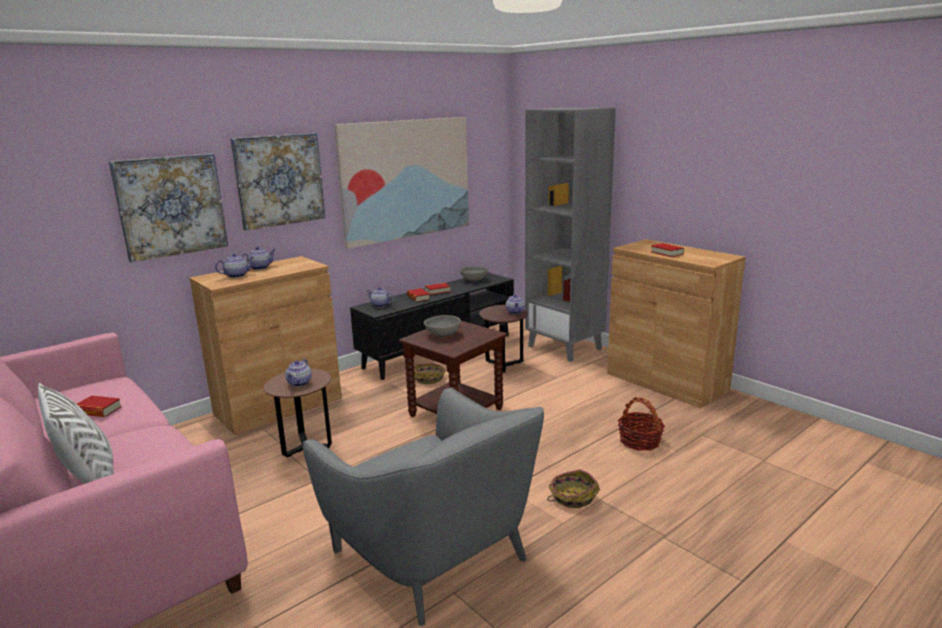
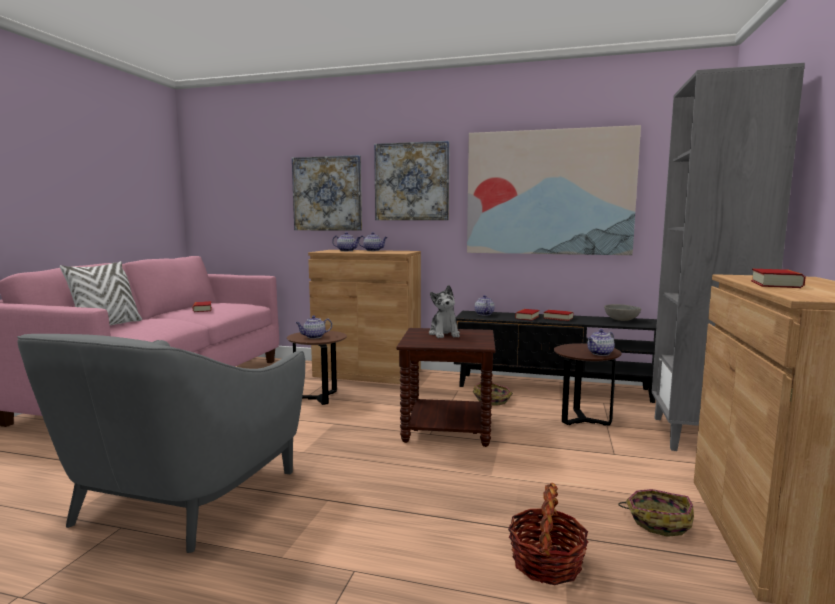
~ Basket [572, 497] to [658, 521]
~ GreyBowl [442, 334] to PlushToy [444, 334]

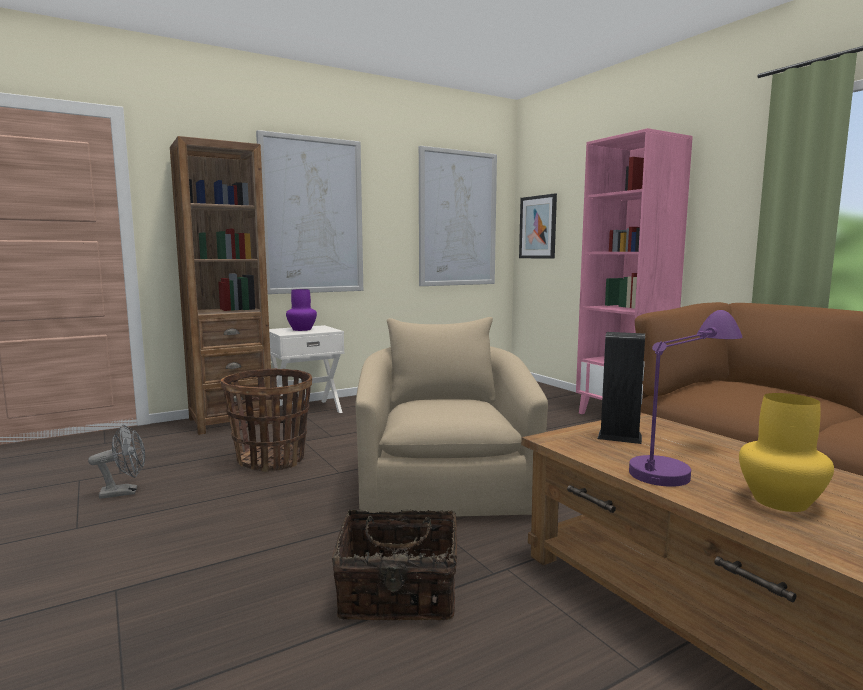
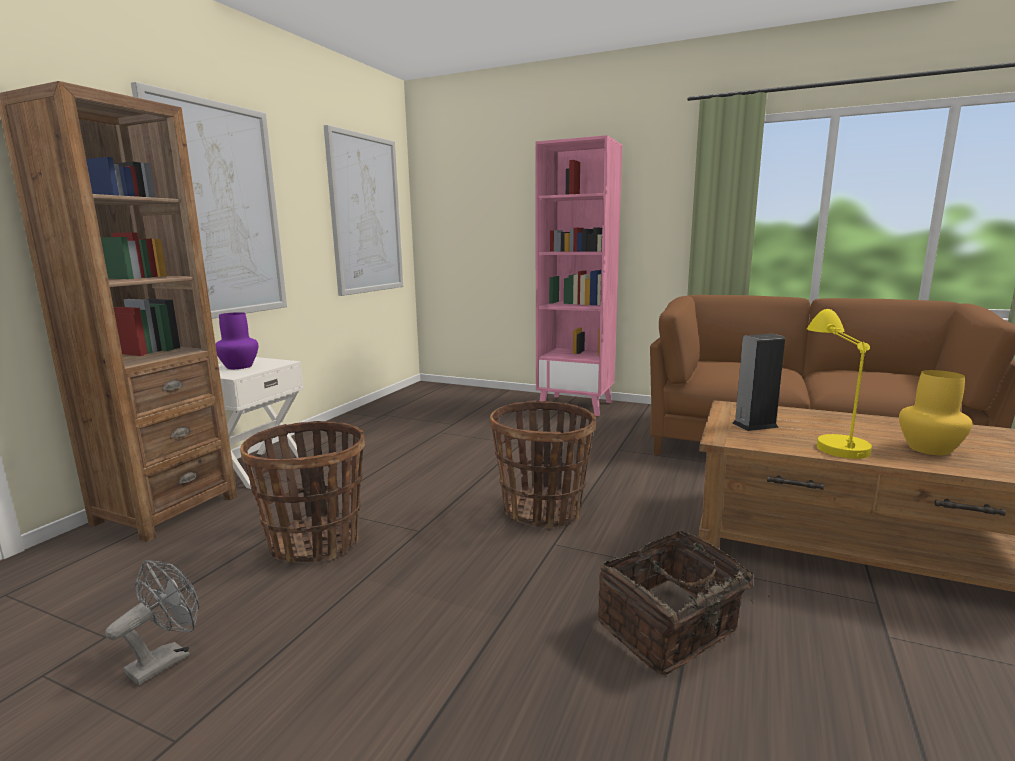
- Picture [538, 227]
~ BeigeArmchair [445, 486] to Basket [542, 510]
~ PurpleTableLamp [682, 462] to YellowTableLamp [829, 435]

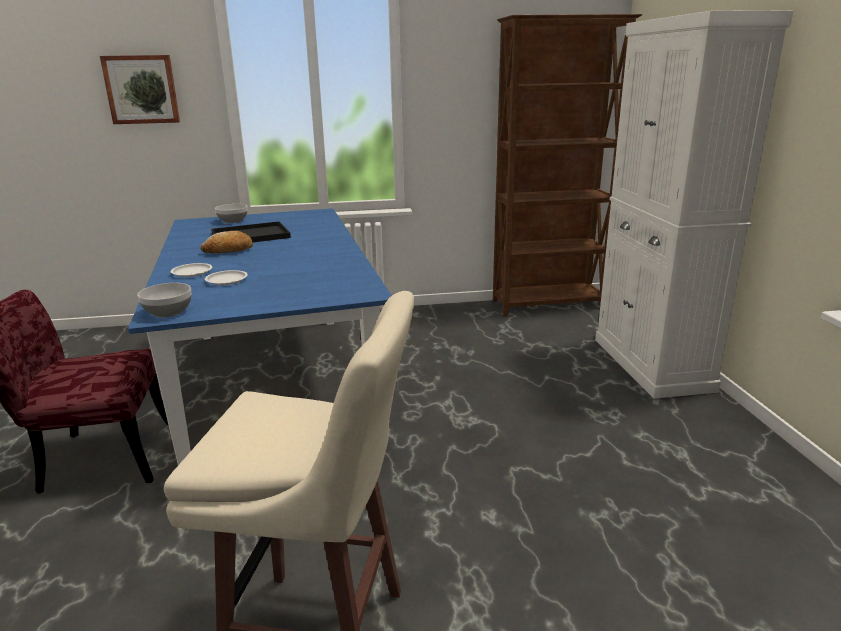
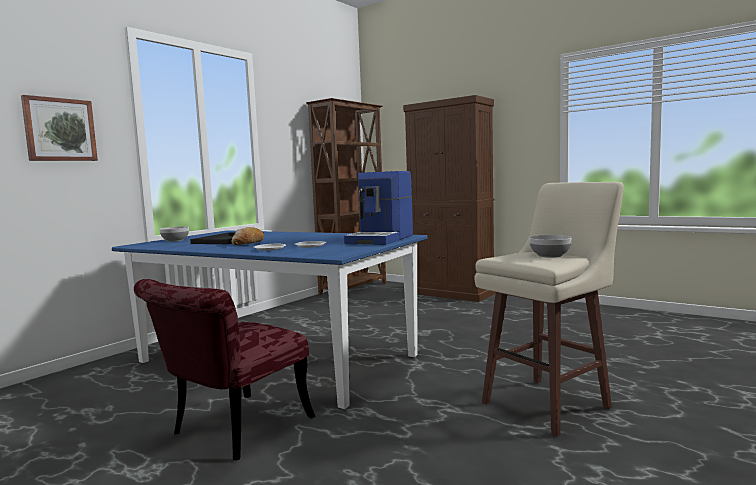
+ CoffeeMachine [381, 239]
~ Bowl [167, 312] to [550, 255]
~ WhiteCabinet [651, 364] to BrownCabinet [452, 293]

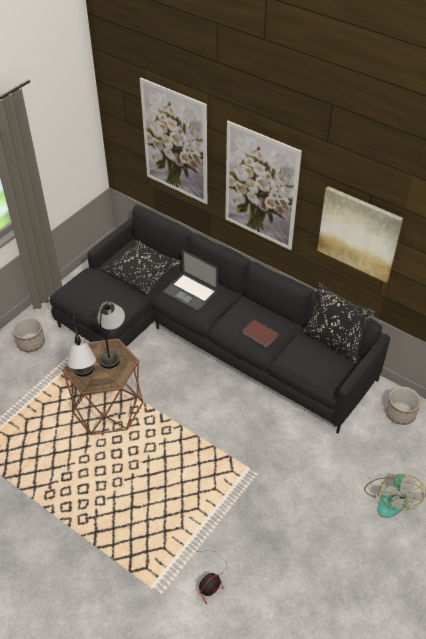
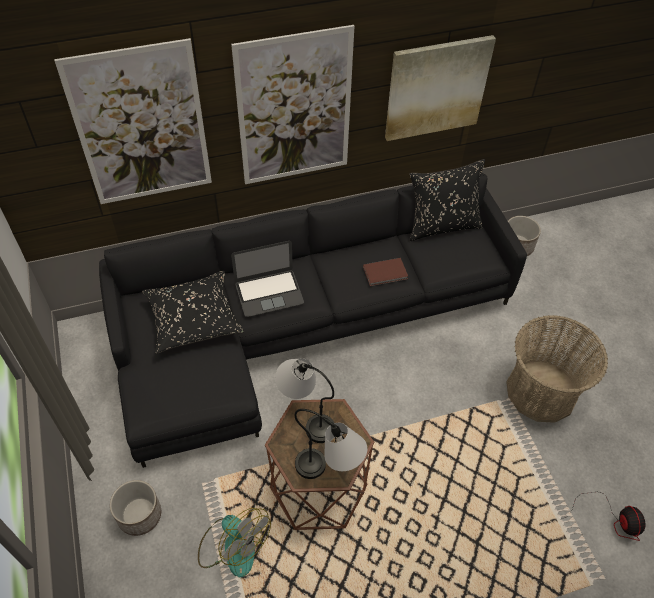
+ Basket [541, 391]
~ Fan [390, 498] to [233, 546]

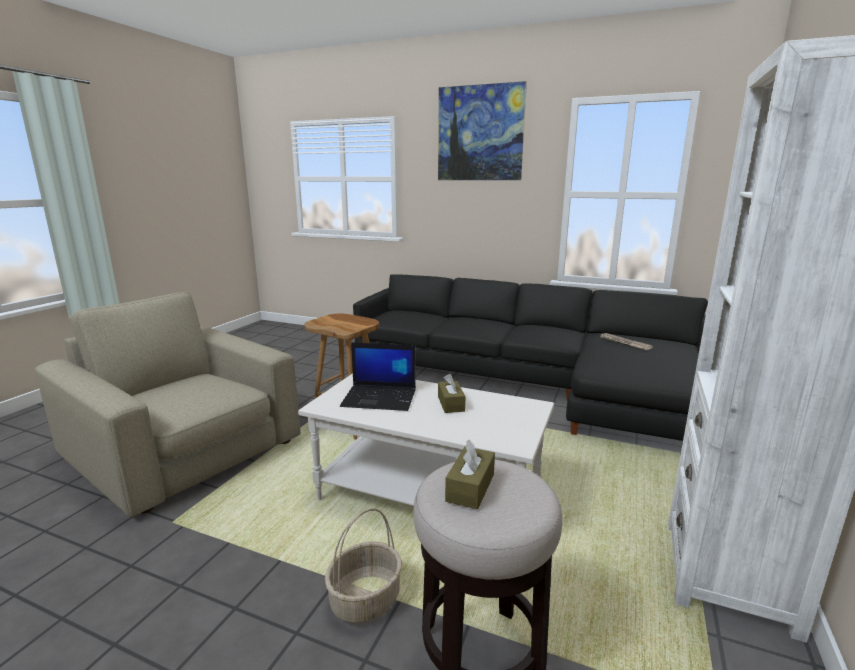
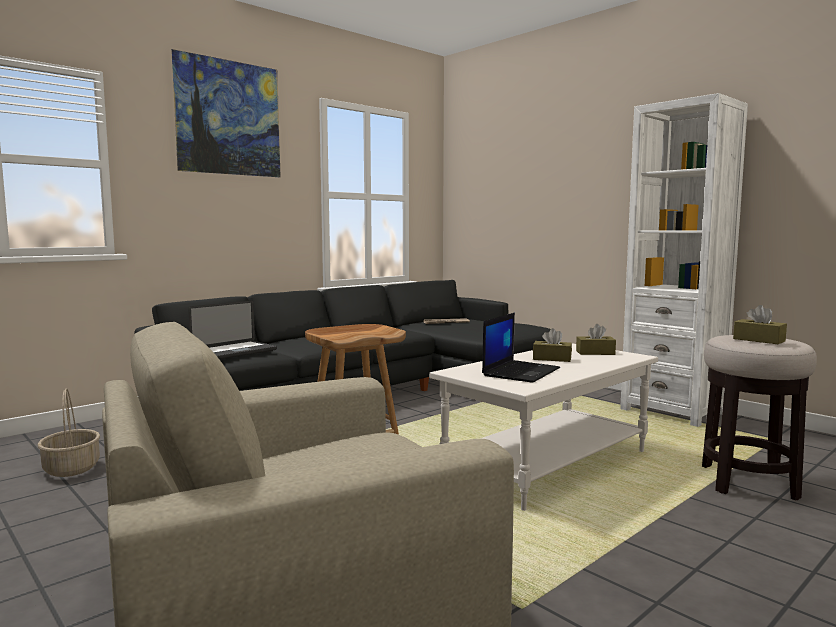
+ Laptop [234, 352]
+ BrownTissueBox [595, 353]
~ Basket [365, 600] to [72, 468]

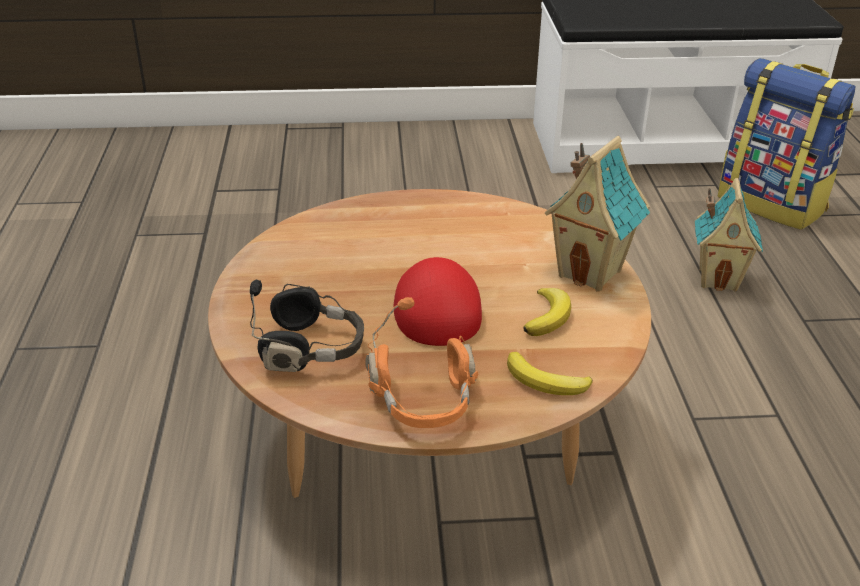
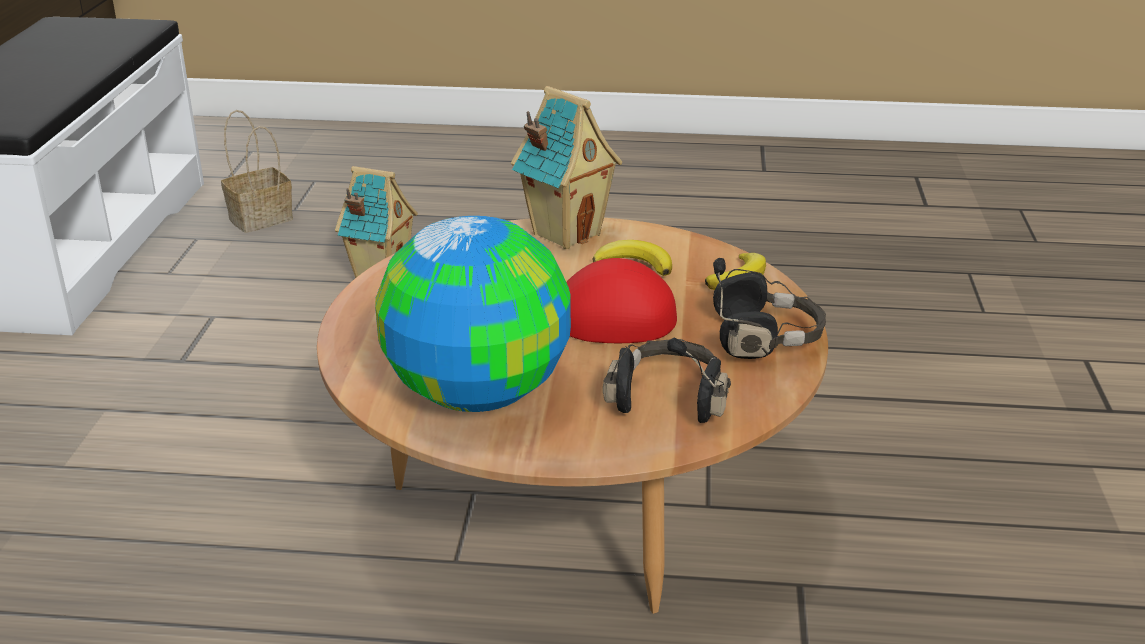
+ Globe [478, 393]
~ Backpack [772, 204] to Basket [262, 218]
~ OrangeHeadphones [424, 401] to BlackHeadphones [765, 339]

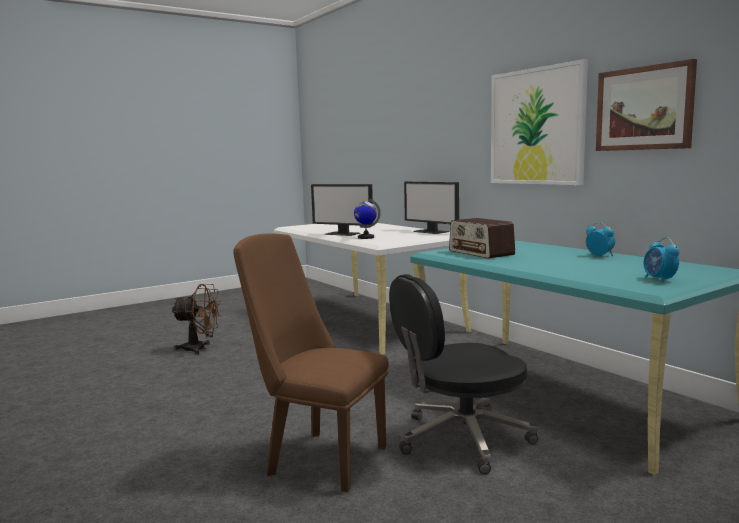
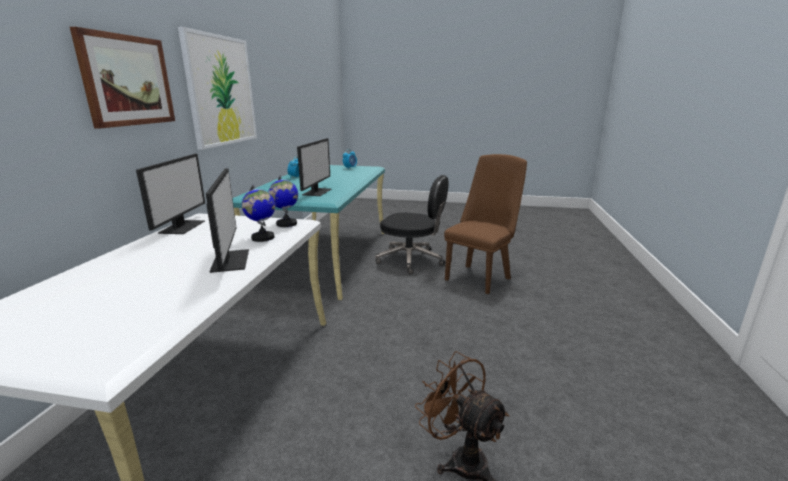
+ Globe [286, 224]
~ Picture [644, 108] to [127, 80]
~ Radio [481, 253] to Monitor [316, 192]
~ BrownChair [318, 458] = [480, 277] 120 degrees counterclockwise

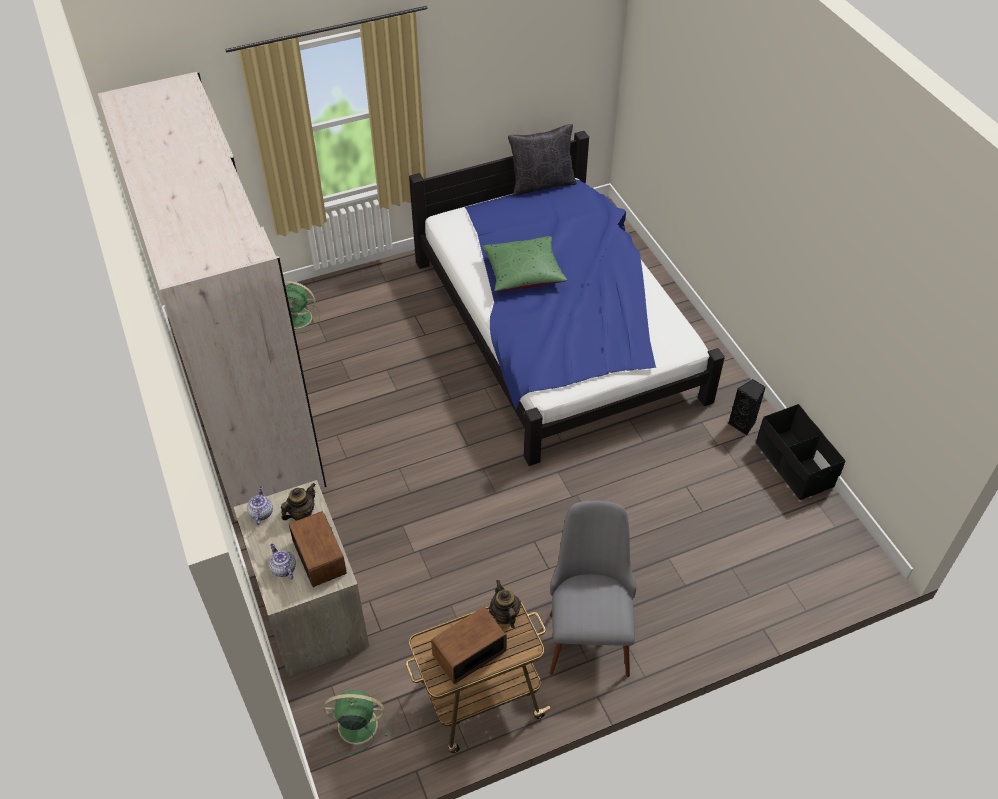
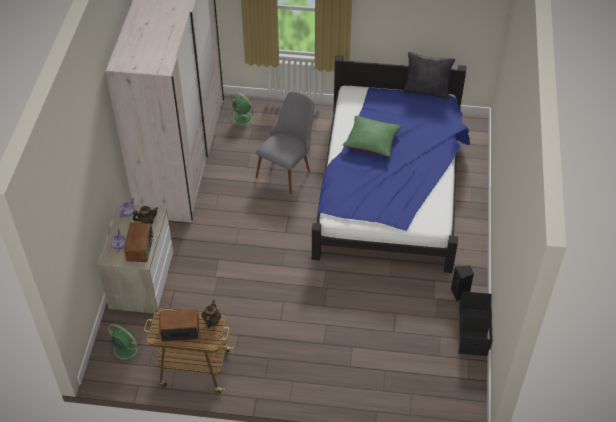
~ GreyChair [588, 629] to [287, 168]

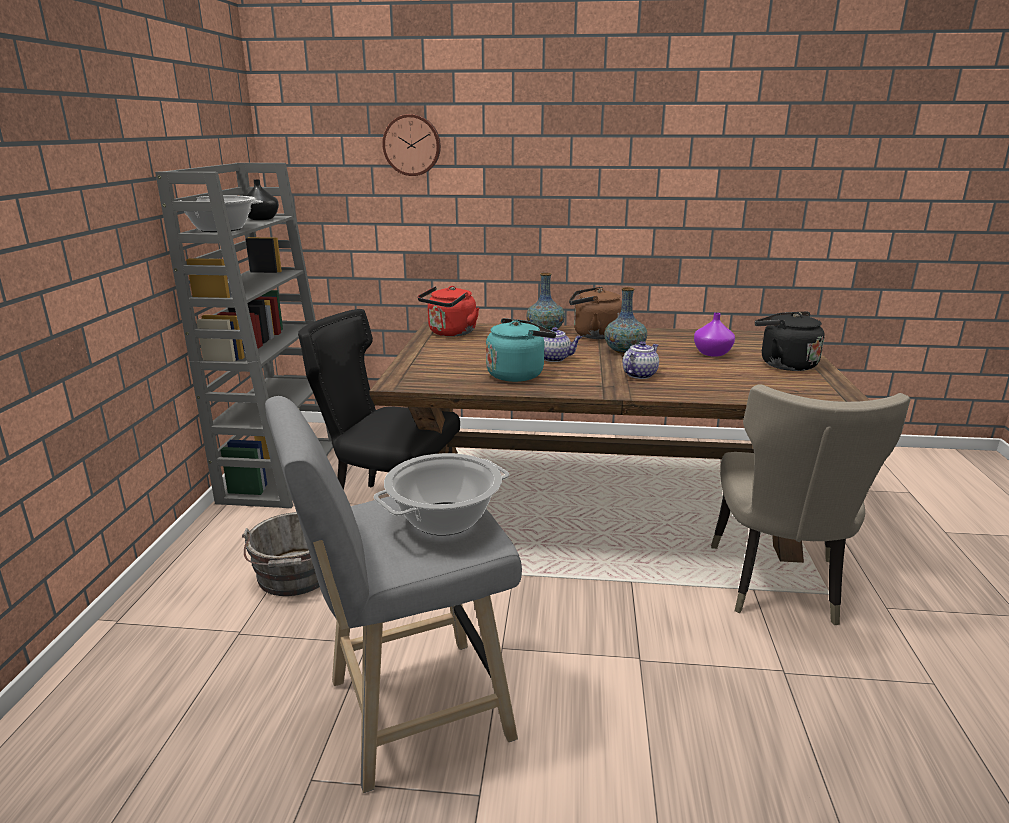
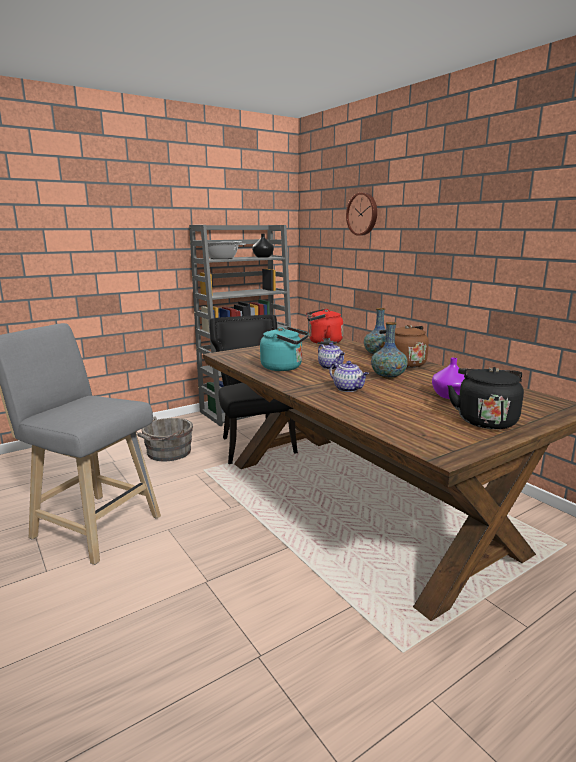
- CookingPot [445, 519]
- BeigeChair [777, 586]
~ Teapot [639, 374] = [348, 389] 45 degrees clockwise

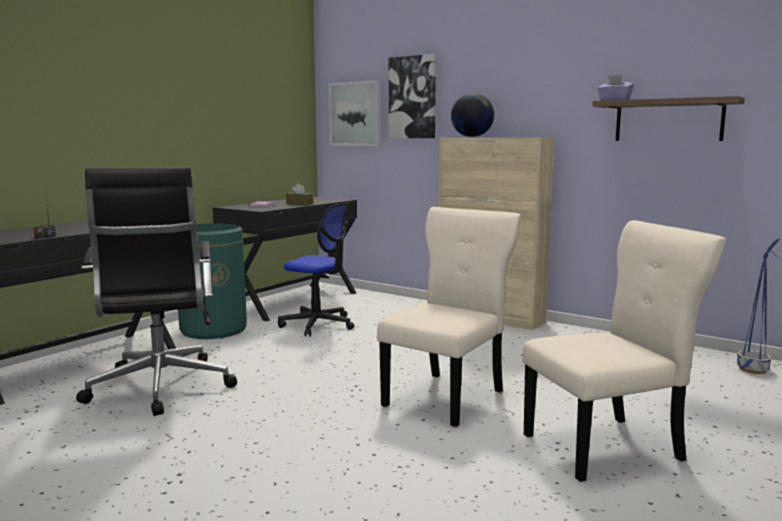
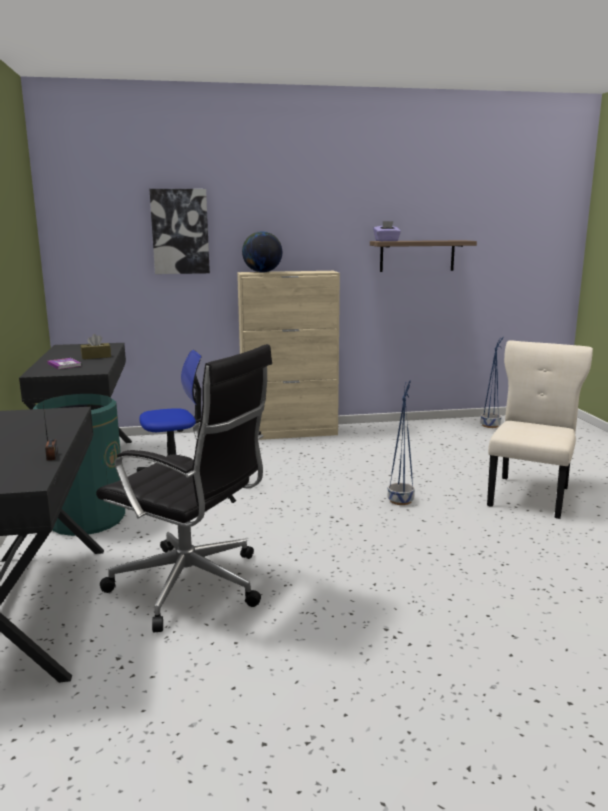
- Picture [355, 114]
~ BeigeChair [447, 397] to BluePlanter [401, 500]

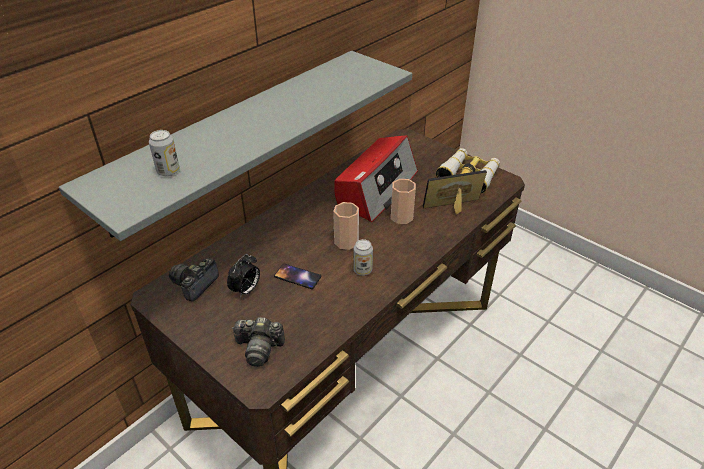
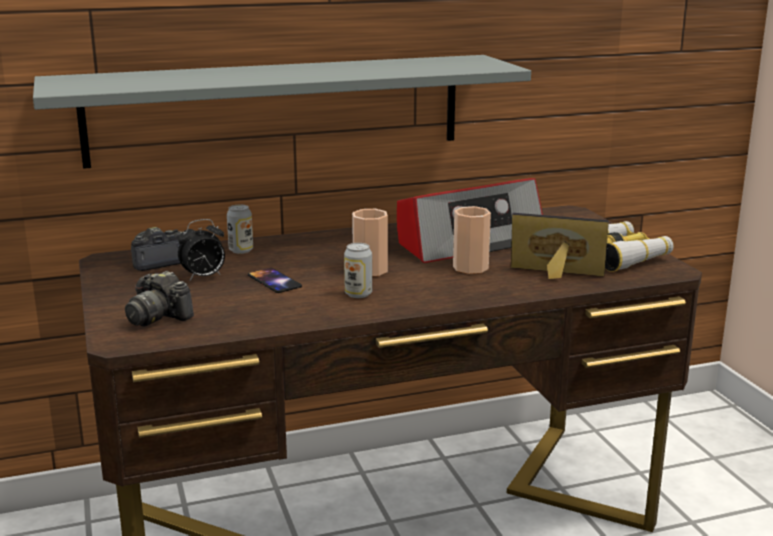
~ Can [168, 171] to [241, 250]

